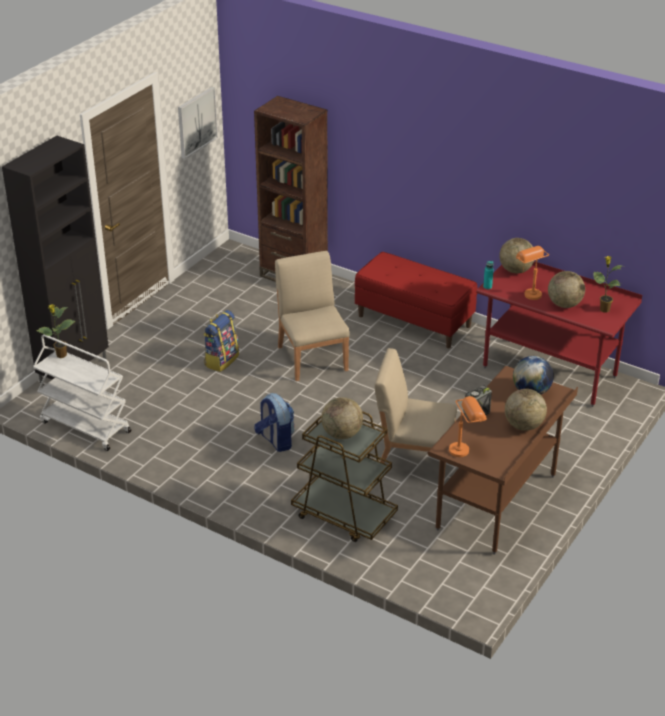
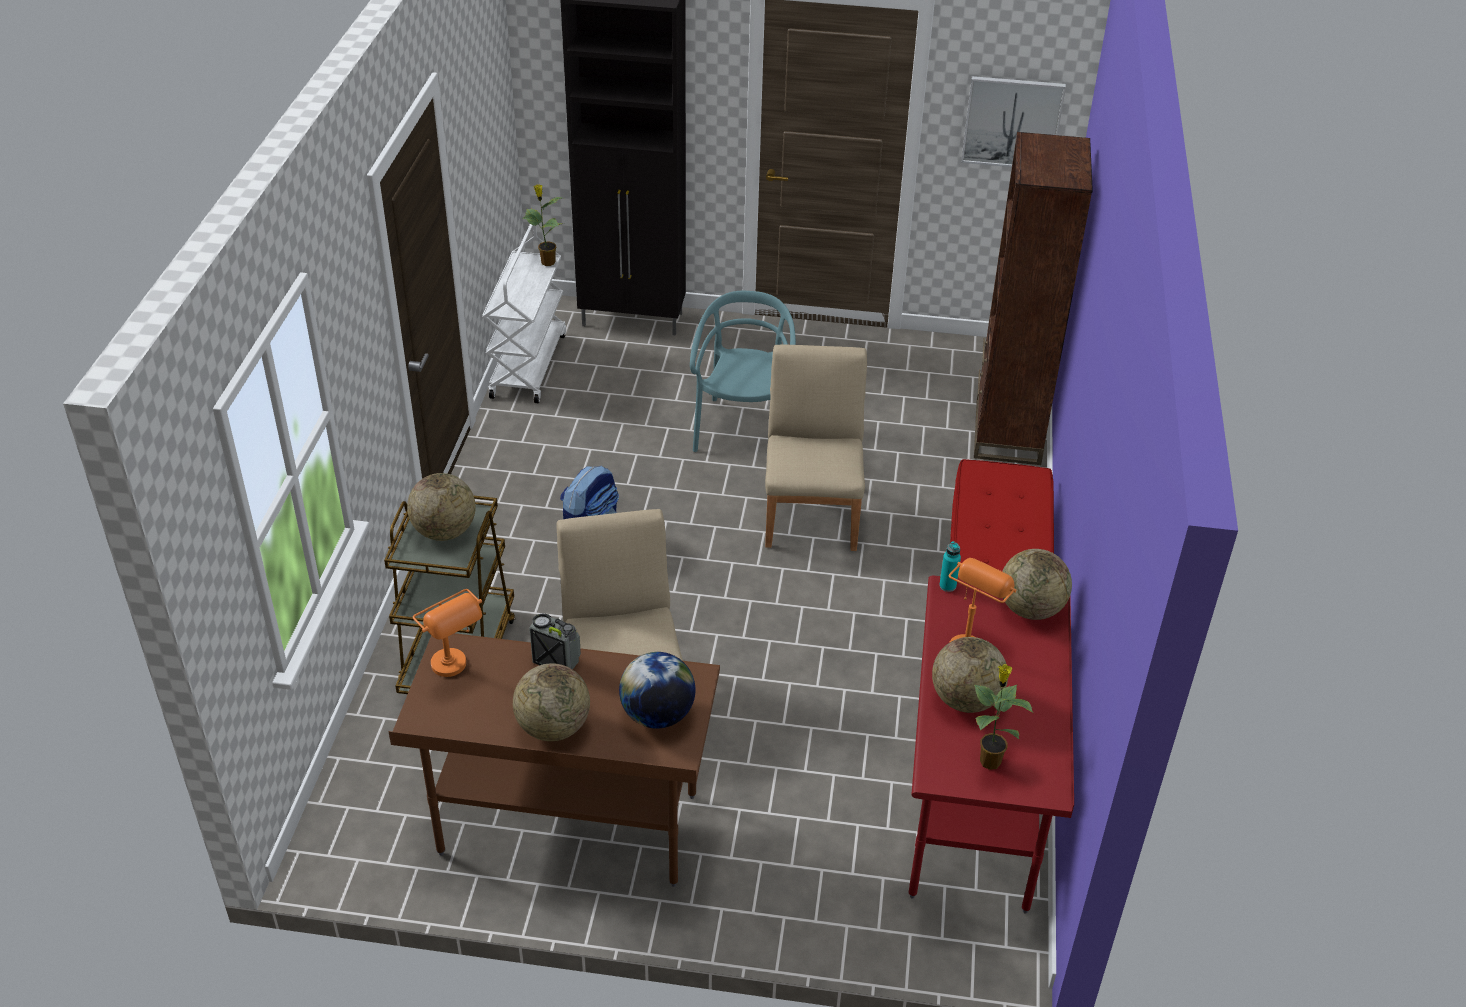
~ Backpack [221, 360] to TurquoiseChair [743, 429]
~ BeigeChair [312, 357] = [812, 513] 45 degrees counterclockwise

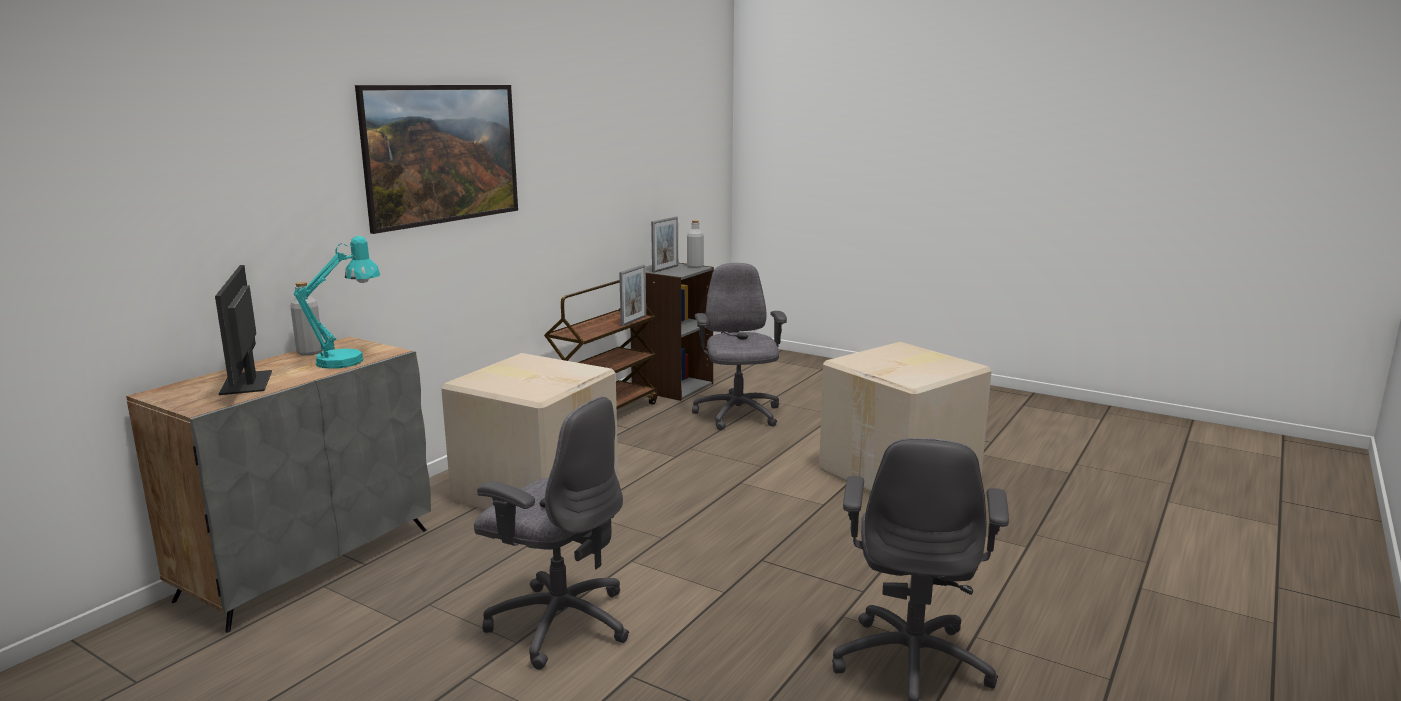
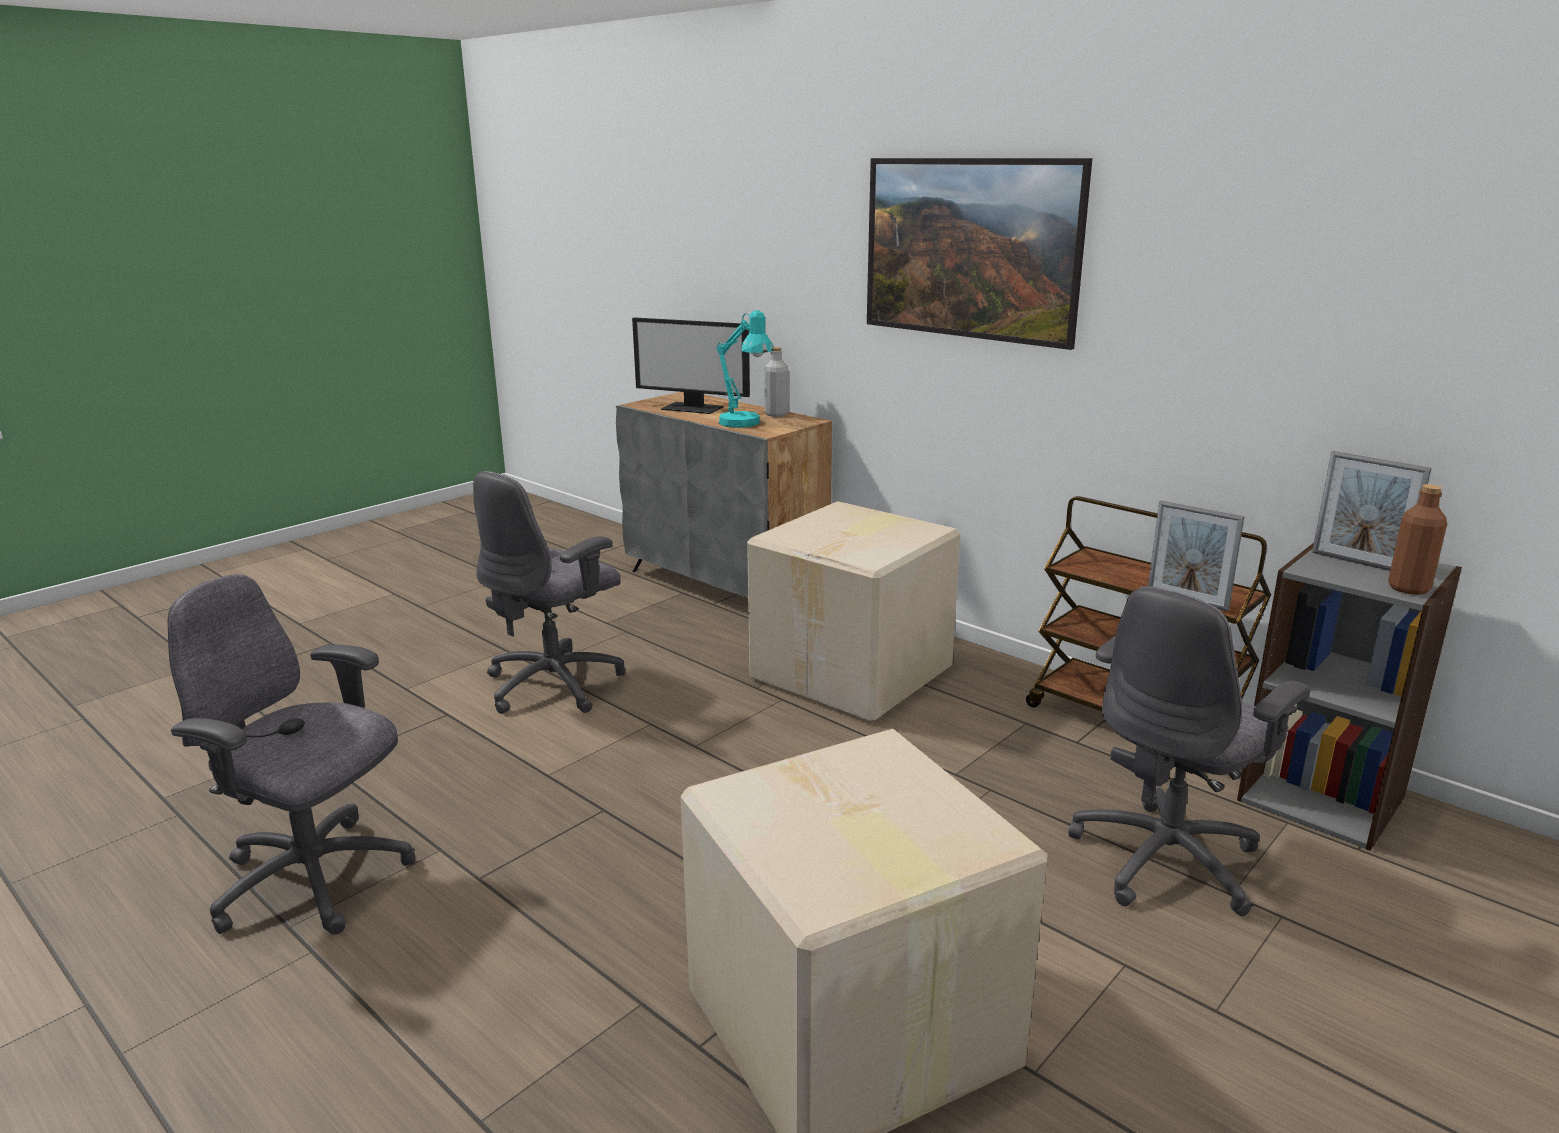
~ GreyBottle [695, 266] to BrownBottle [1408, 588]
~ Monitor [248, 383] = [693, 408] 150 degrees counterclockwise
~ GreyOfficeChair [738, 415] = [1168, 859] 135 degrees clockwise

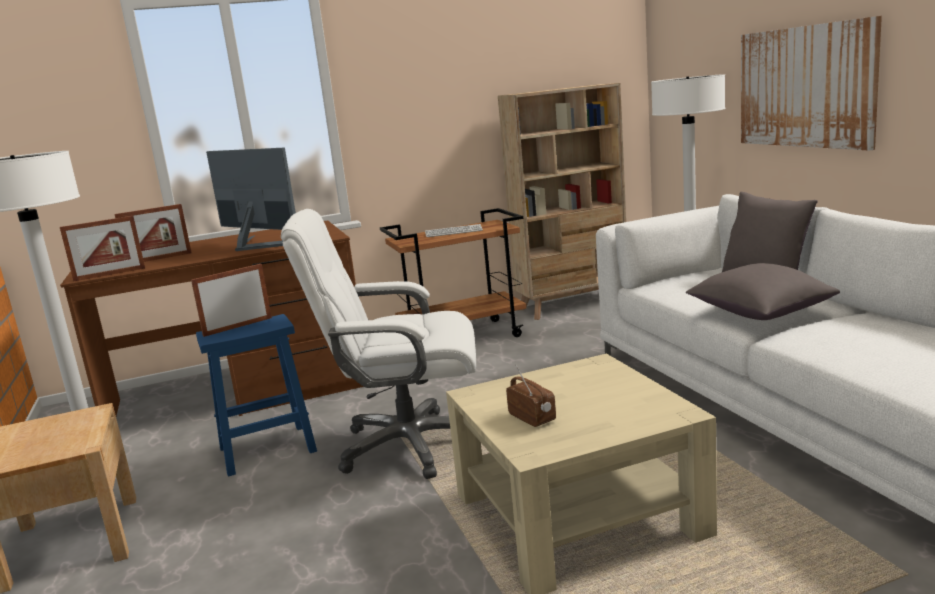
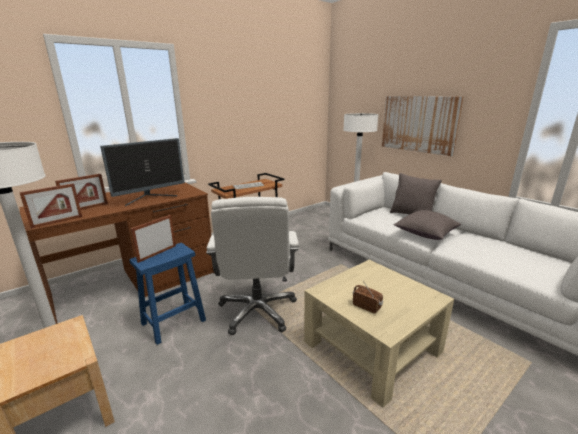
- BeigeBookcase [573, 305]
~ Monitor [257, 245] = [150, 198] 120 degrees clockwise
~ WhiteOfficeChair [408, 445] = [258, 311] 75 degrees counterclockwise

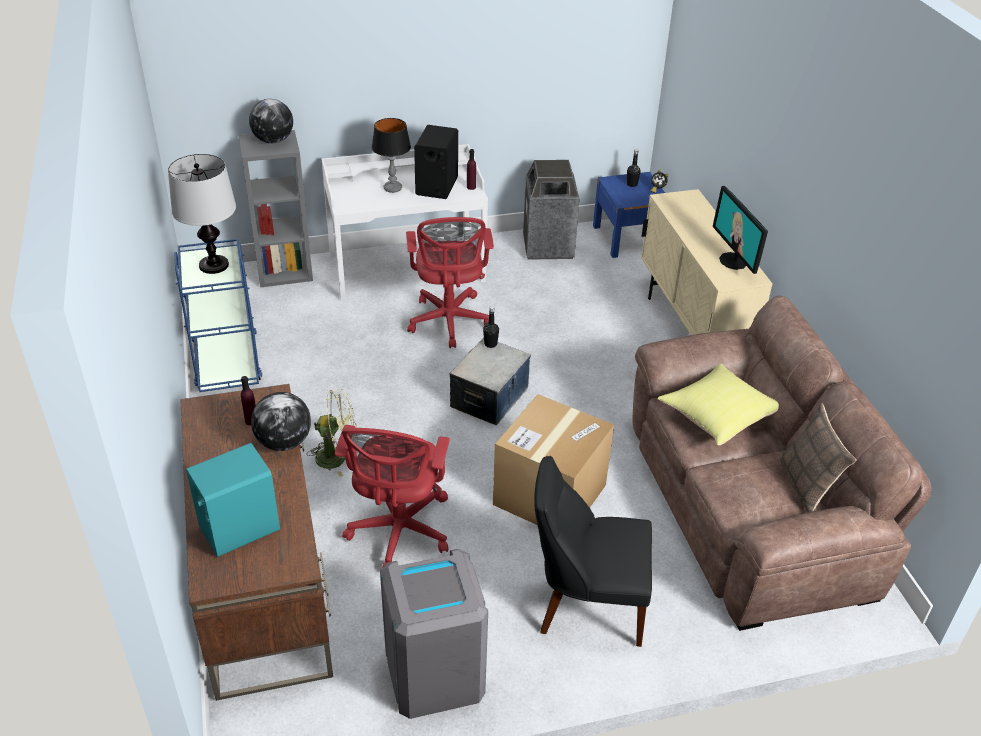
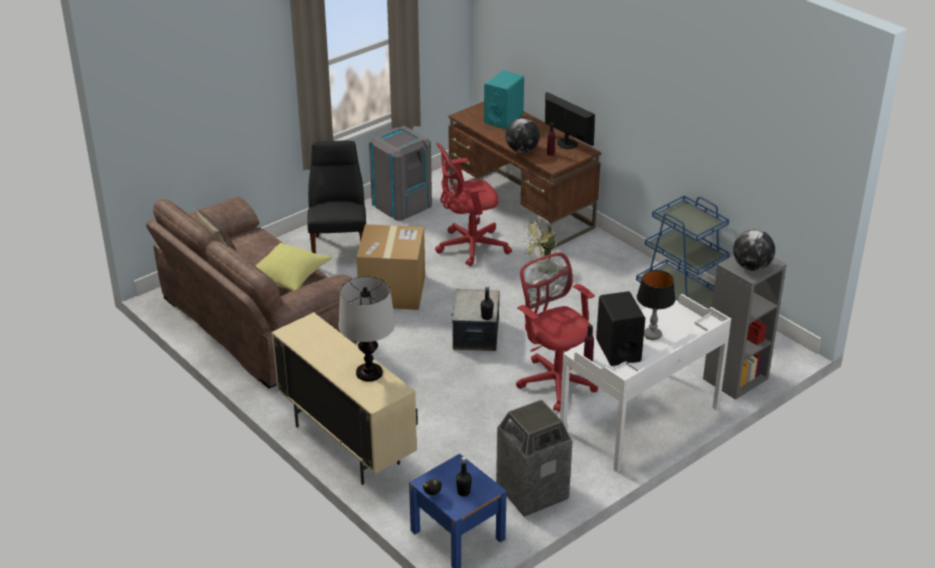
~ TableLamp [214, 265] to [369, 373]
~ Monitor [734, 261] to [567, 144]
~ RedOfficeChair [399, 533] = [469, 247] 90 degrees counterclockwise
~ BlackChair [586, 605] = [339, 248] 75 degrees counterclockwise

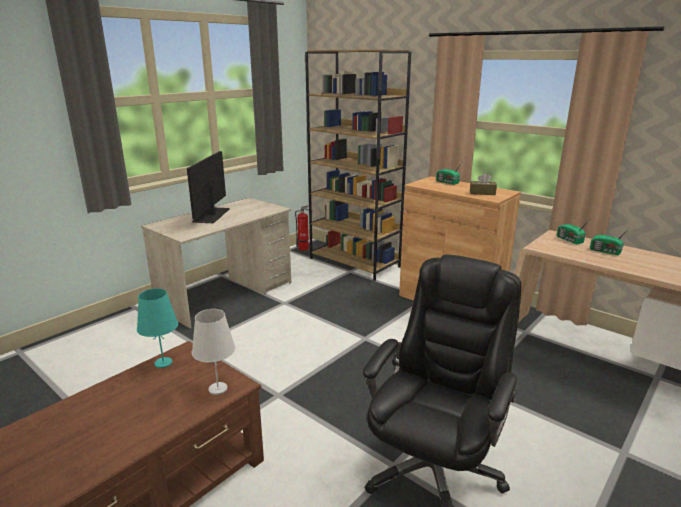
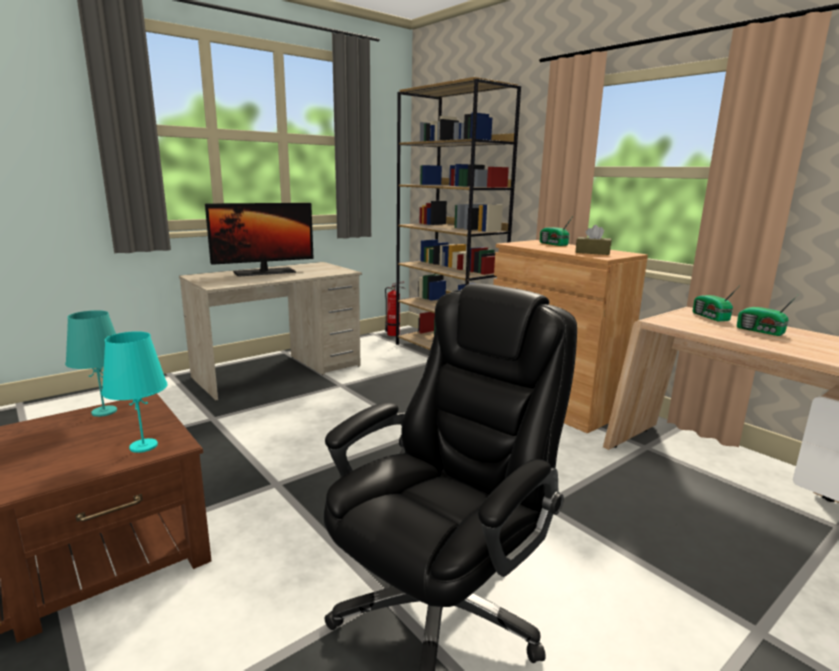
~ WhiteTableLamp [217, 389] to TurquoiseTableLamp [143, 446]
~ Monitor [211, 215] = [264, 272] 135 degrees counterclockwise

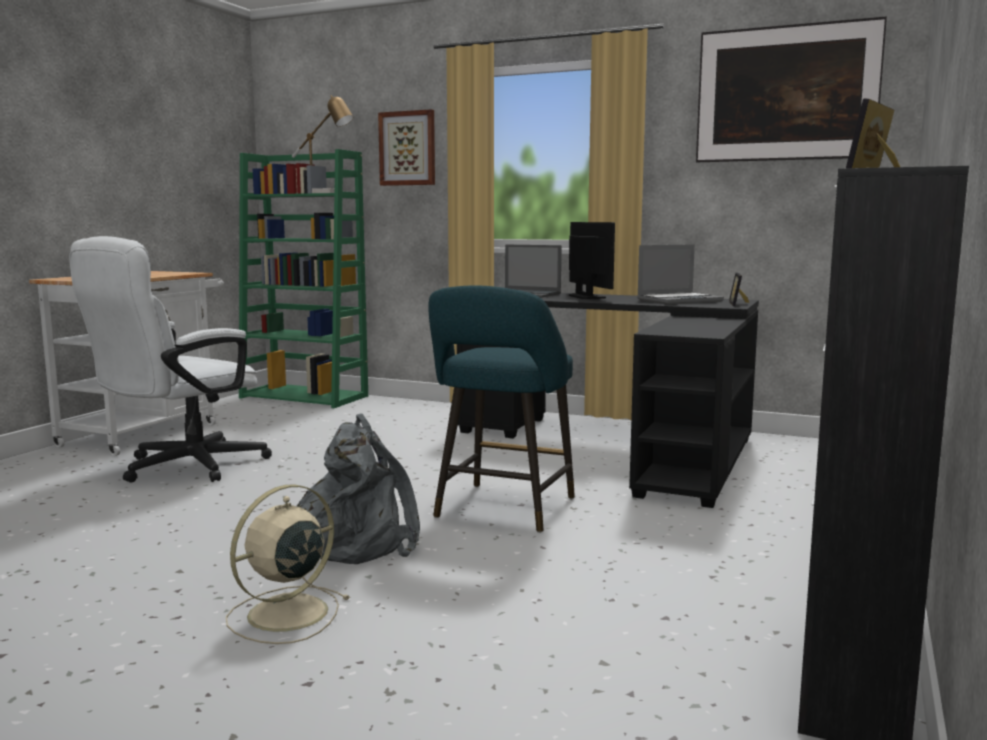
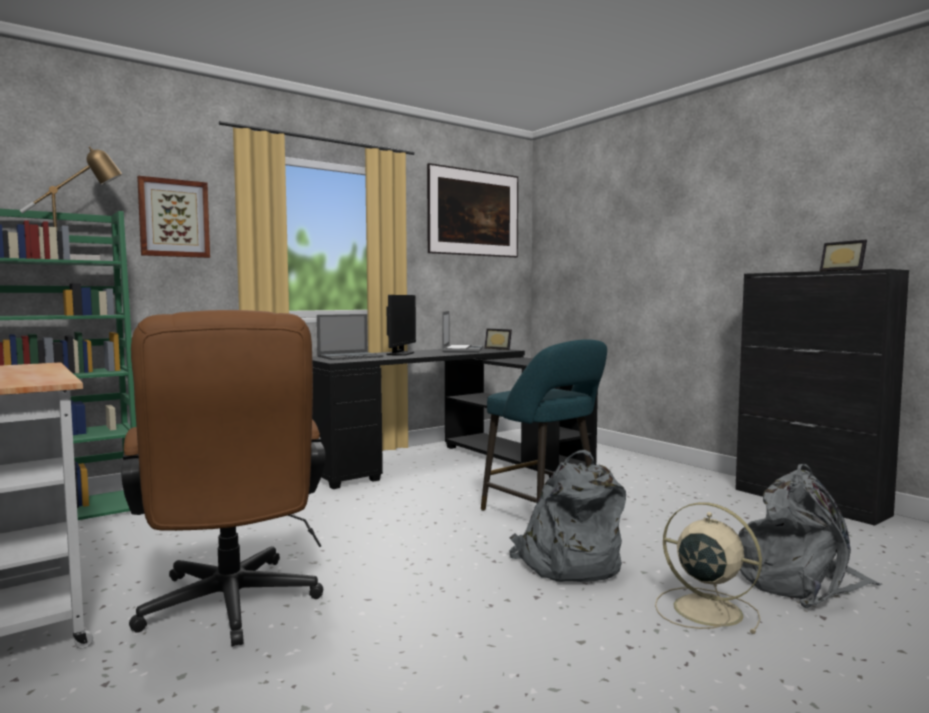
+ GreyBackpack [801, 582]
~ WhiteOfficeChair [181, 468] to BrownOfficeChair [230, 609]
~ BeigeFan [284, 614] = [704, 609] 150 degrees clockwise
~ Monitor [586, 296] = [400, 354] 90 degrees clockwise

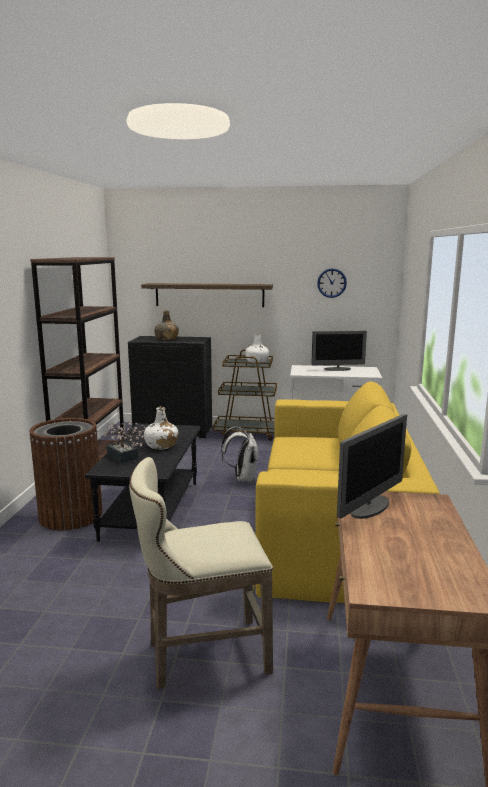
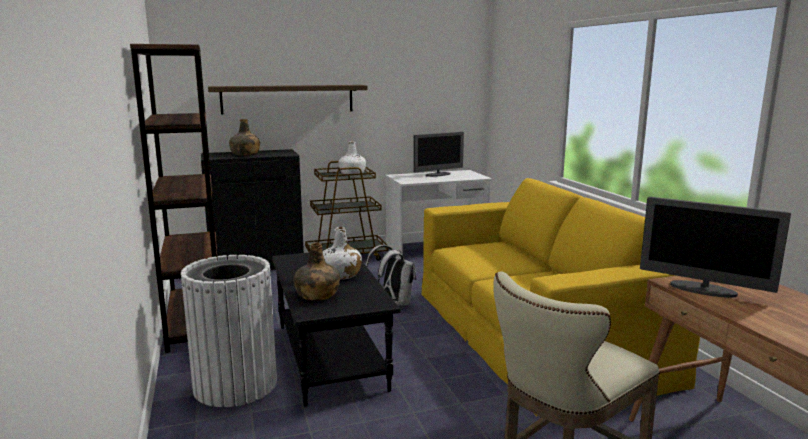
- WallClock [331, 283]
~ PottedPlant [124, 458] to GreenBottle [317, 295]
~ BrownTrashCan [71, 515] to WhiteTrashCan [235, 384]
~ Monitor [370, 507] = [703, 290] 105 degrees clockwise

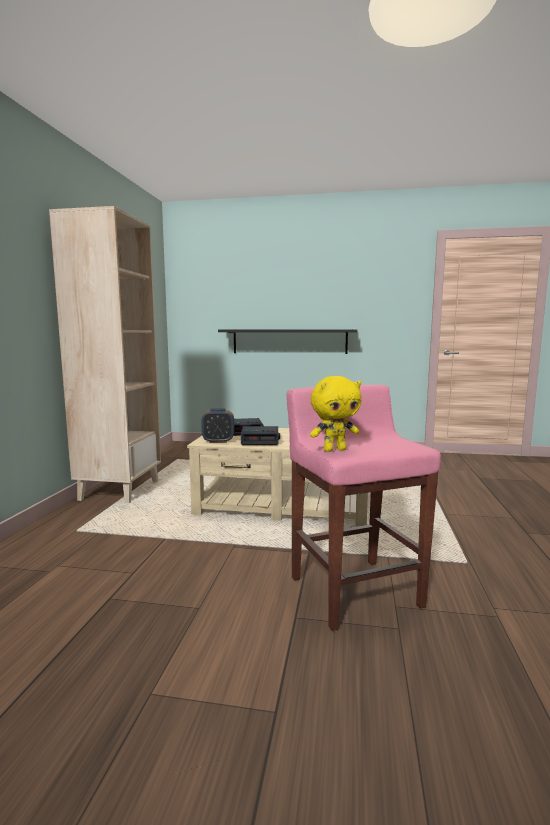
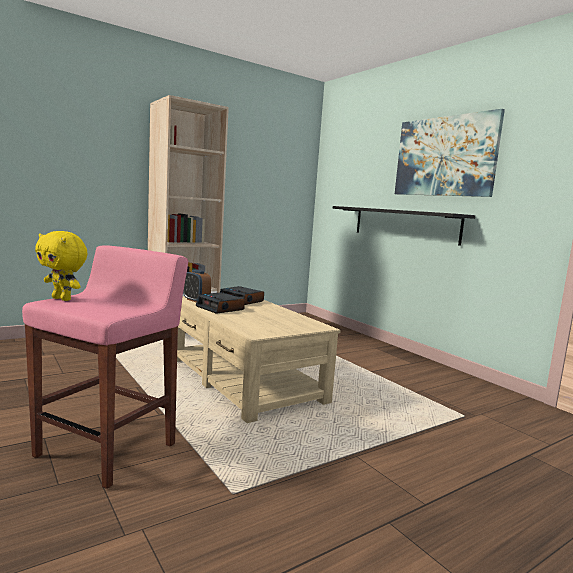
+ Picture [444, 156]

